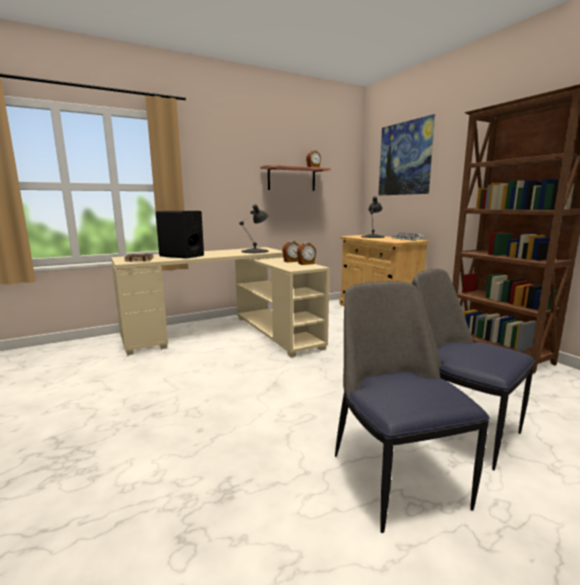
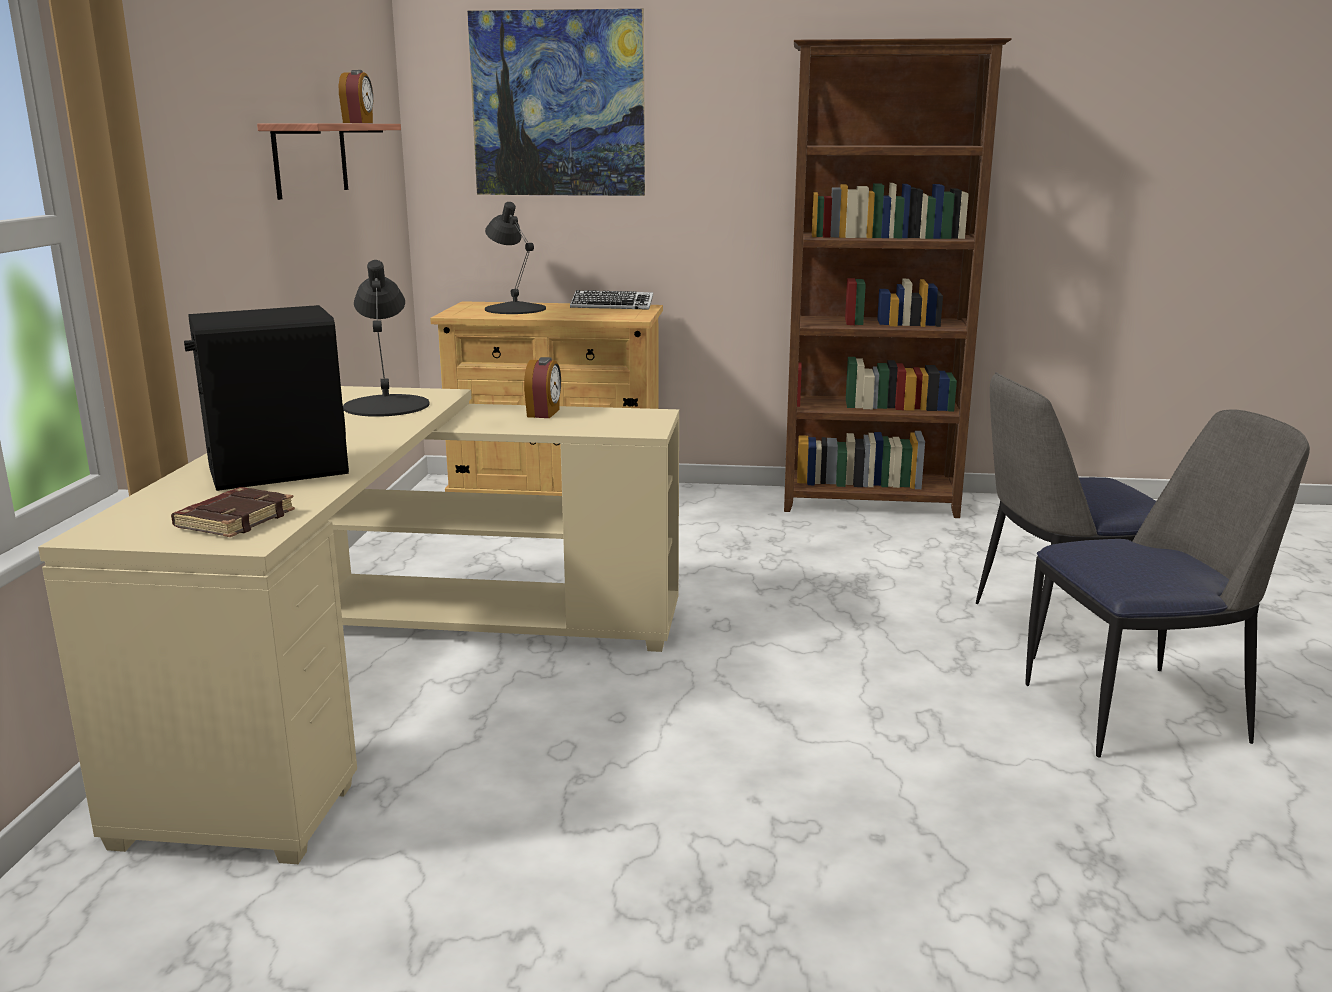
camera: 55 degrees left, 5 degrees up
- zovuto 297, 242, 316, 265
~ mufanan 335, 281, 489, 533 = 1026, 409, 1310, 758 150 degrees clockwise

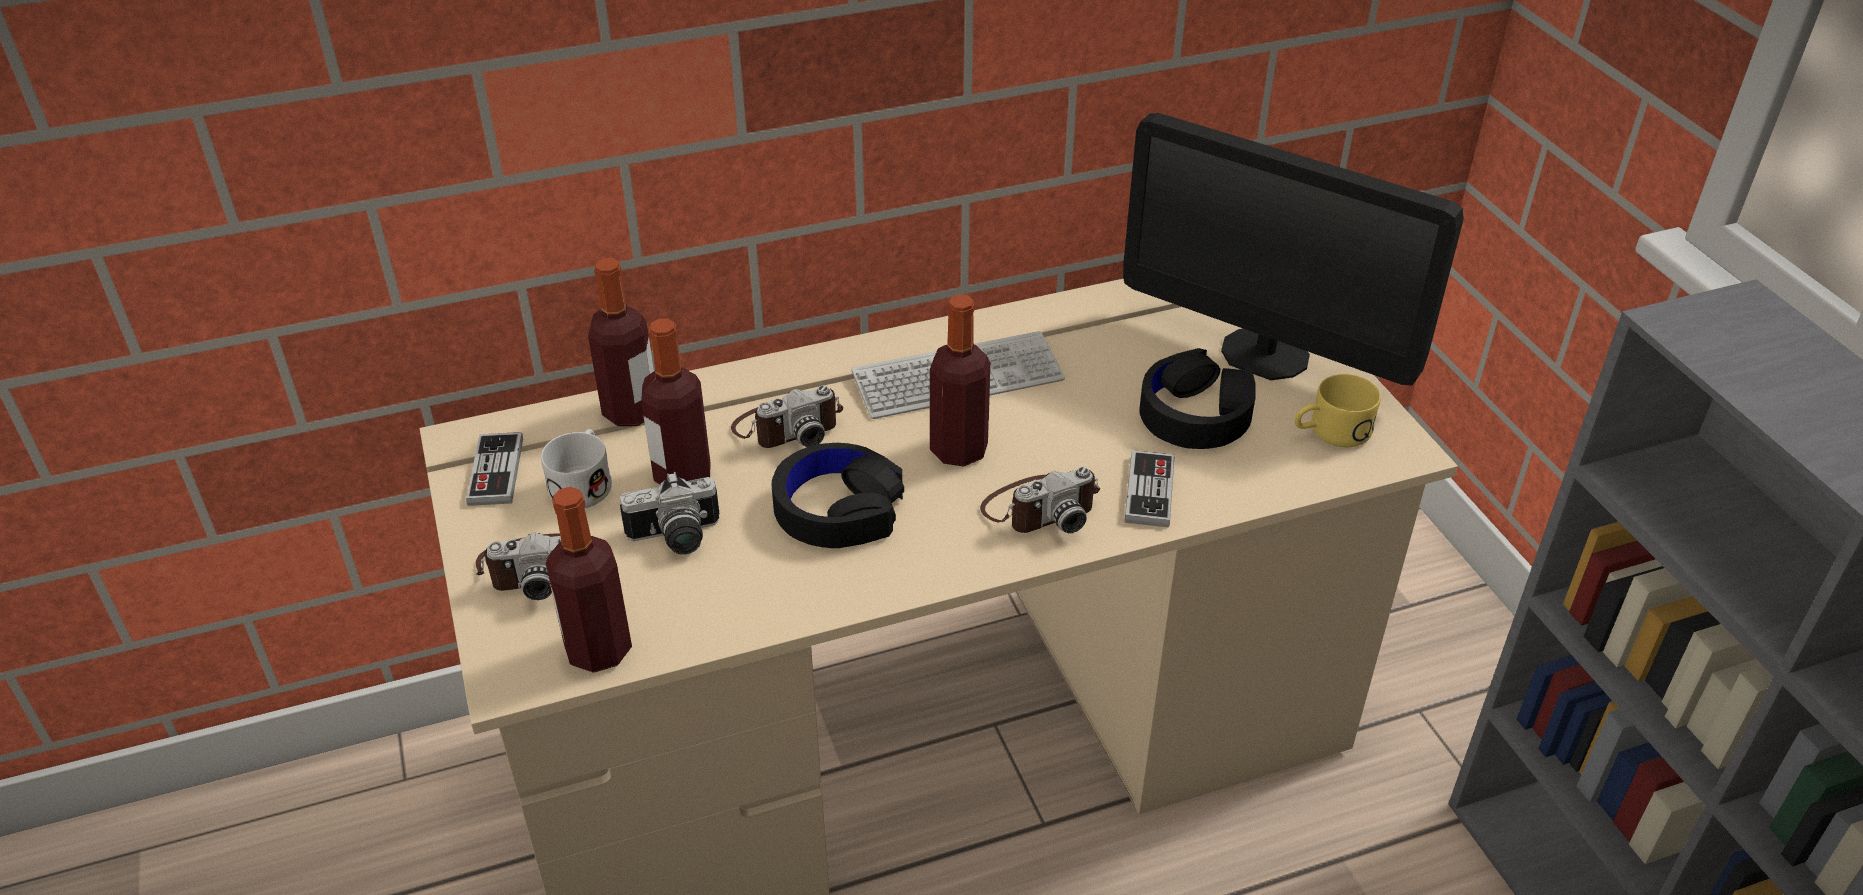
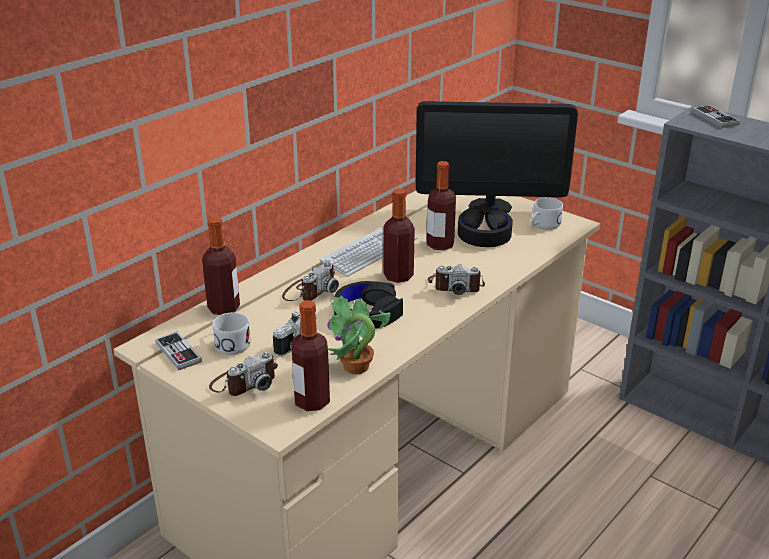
camera: 30 degrees left, 10 degrees down
~ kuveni 641, 318, 711, 485 to 427, 161, 456, 250
~ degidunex 980, 467, 1100, 533 = 428, 264, 485, 295 60 degrees clockwise
~ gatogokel 1125, 450, 1174, 527 to 692, 105, 740, 128
~ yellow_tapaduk 1295, 374, 1381, 447 to white_tapaduk 531, 197, 563, 230
+ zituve 327, 296, 391, 374

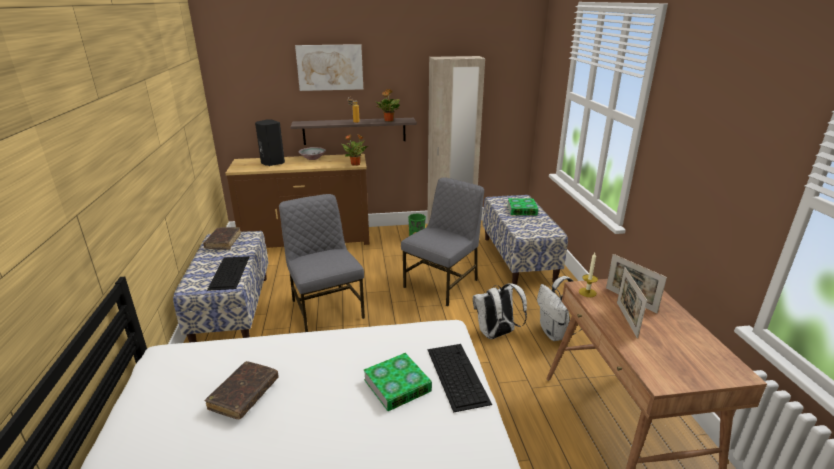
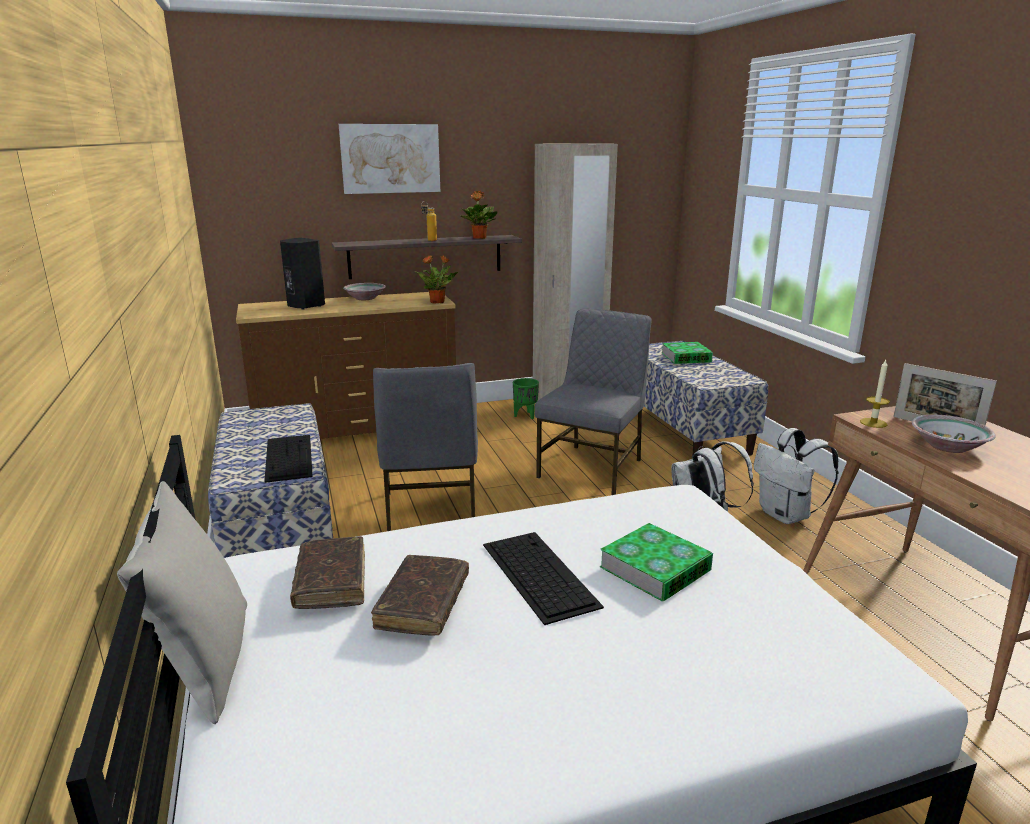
camera: 10 degrees left, 5 degrees down
~ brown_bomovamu 203, 227, 241, 250 to 290, 536, 365, 609
~ grey_mufanan 279, 194, 365, 332 = 373, 363, 478, 531 150 degrees counterclockwise
~ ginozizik 428, 344, 492, 412 to 483, 532, 604, 625
~ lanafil 617, 267, 647, 338 to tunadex 912, 415, 996, 453
+ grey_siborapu 117, 481, 247, 724

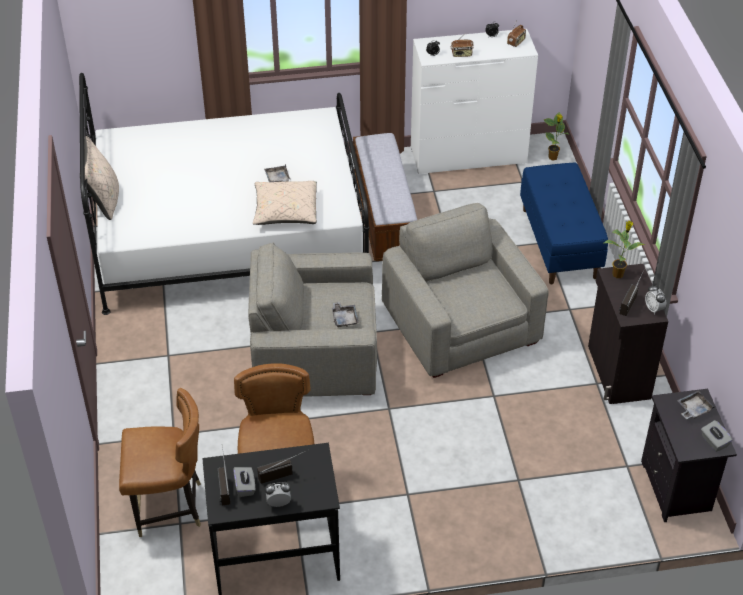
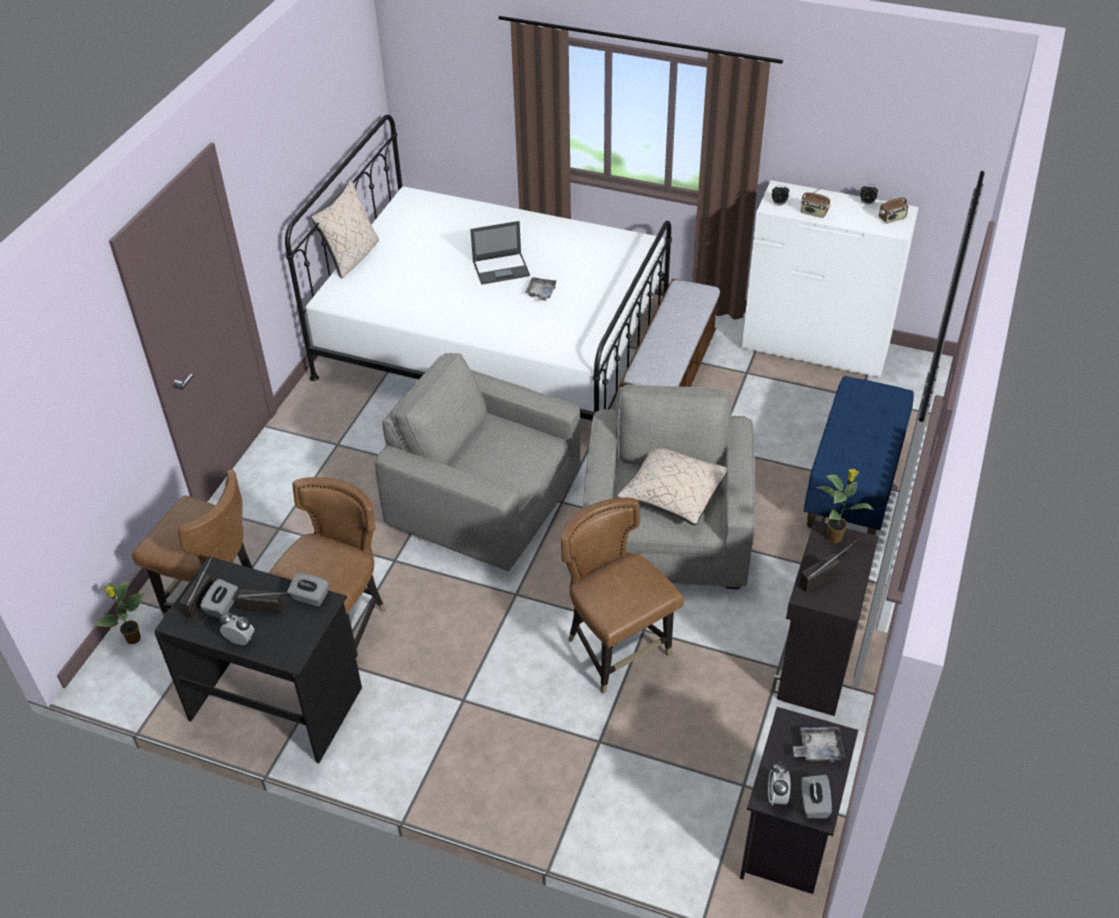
camera: 30 degrees right, 0 degrees up
~ beige_siborapu 253, 181, 317, 225 to 617, 449, 726, 525
- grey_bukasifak 332, 302, 359, 327
~ zituve 543, 112, 569, 161 to 95, 580, 144, 644
~ zovuto 645, 285, 666, 314 to 768, 762, 790, 805
+ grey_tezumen 287, 573, 329, 606
+ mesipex 470, 221, 530, 285
+ brown_mufanan 561, 498, 684, 694

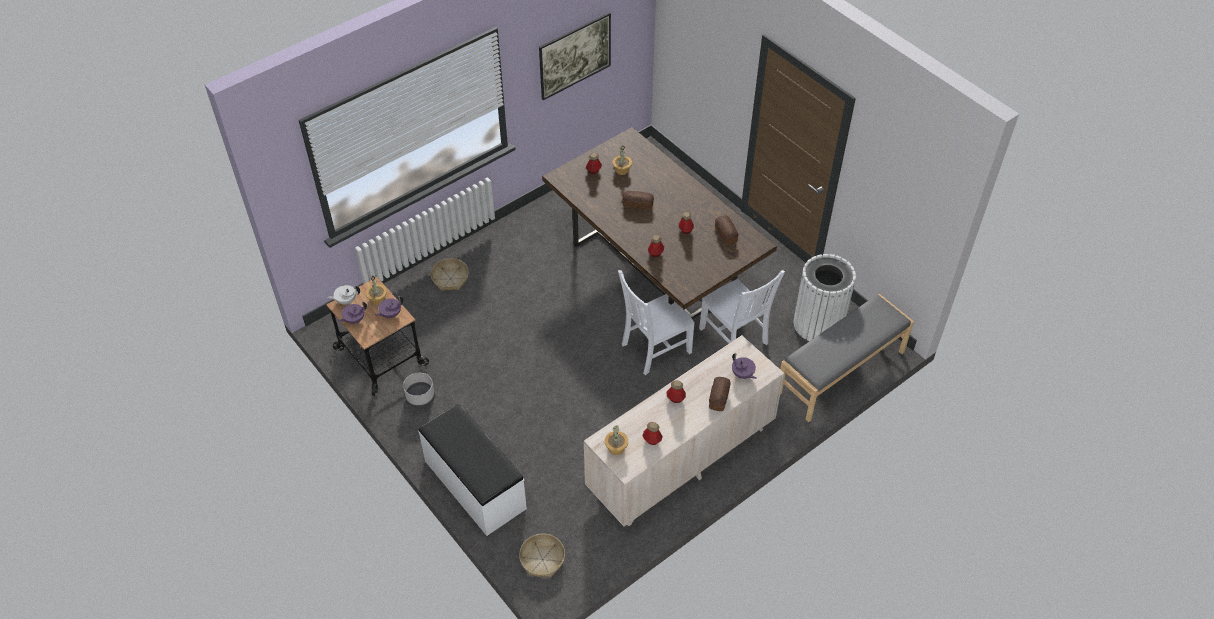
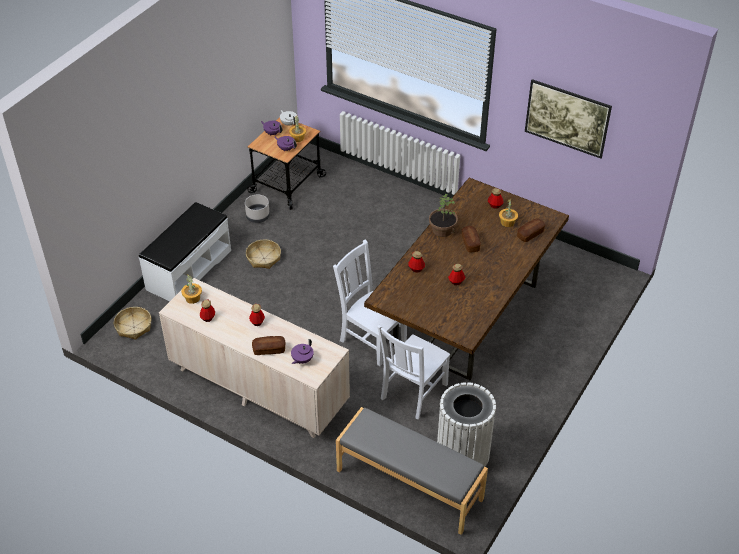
camera: 70 degrees right, 5 degrees down
~ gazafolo 430, 258, 469, 291 to 246, 240, 281, 269
~ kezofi 715, 216, 739, 245 to 517, 218, 545, 242
+ zituve 429, 194, 458, 237

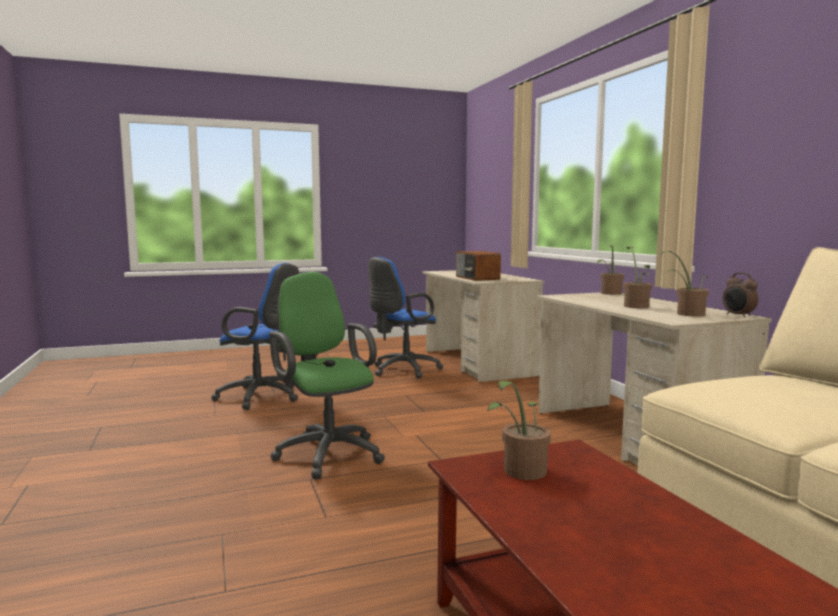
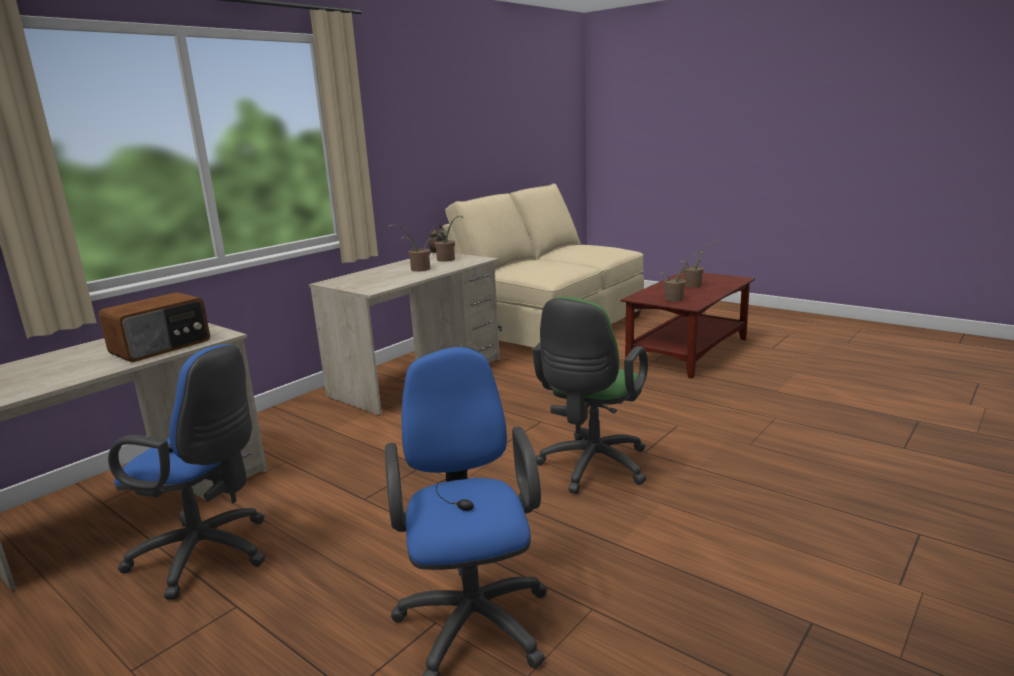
camera: 120 degrees left, 10 degrees up
~ zituve 598, 245, 624, 295 to 680, 240, 721, 287

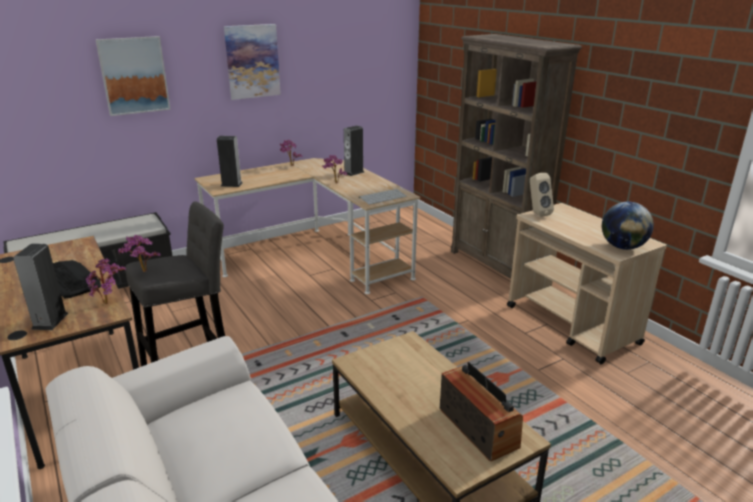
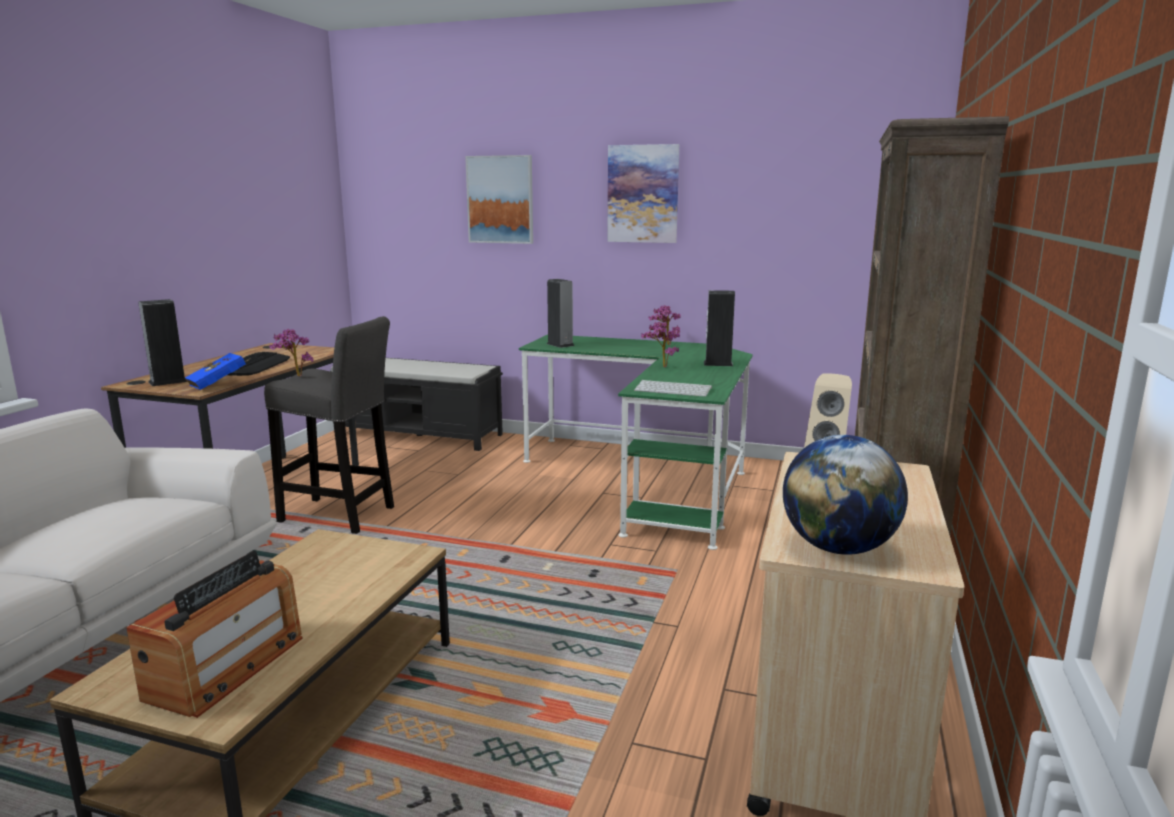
camera: 50 degrees right, 10 degrees down
~ zituve 86, 258, 126, 304 to blue_bomovamu 185, 353, 251, 390
~ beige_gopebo 194, 158, 421, 294 to green_gopebo 519, 334, 753, 550

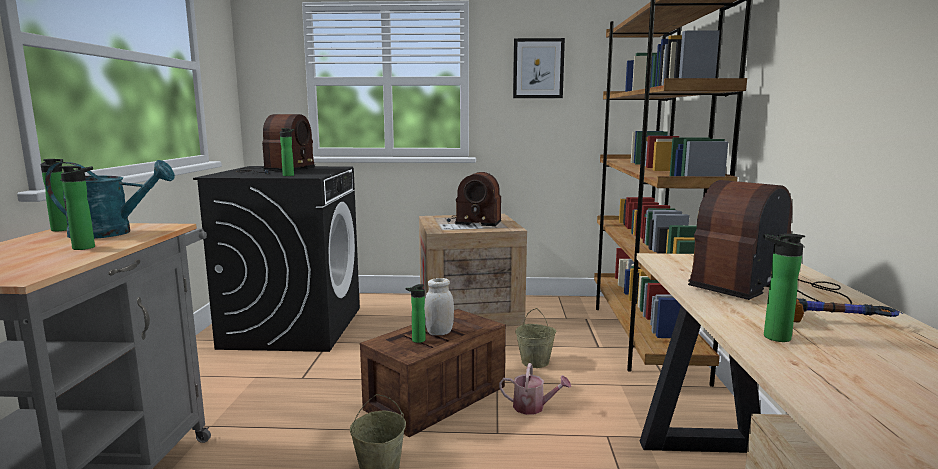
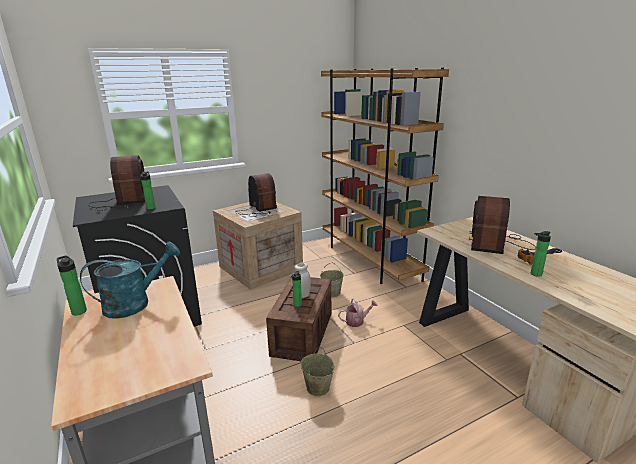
camera: 30 degrees left, 10 degrees up
- kuveni 59, 166, 95, 250
~ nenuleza 447, 172, 501, 226 = 235, 173, 277, 217 105 degrees counterclockwise
- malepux 513, 38, 565, 98

